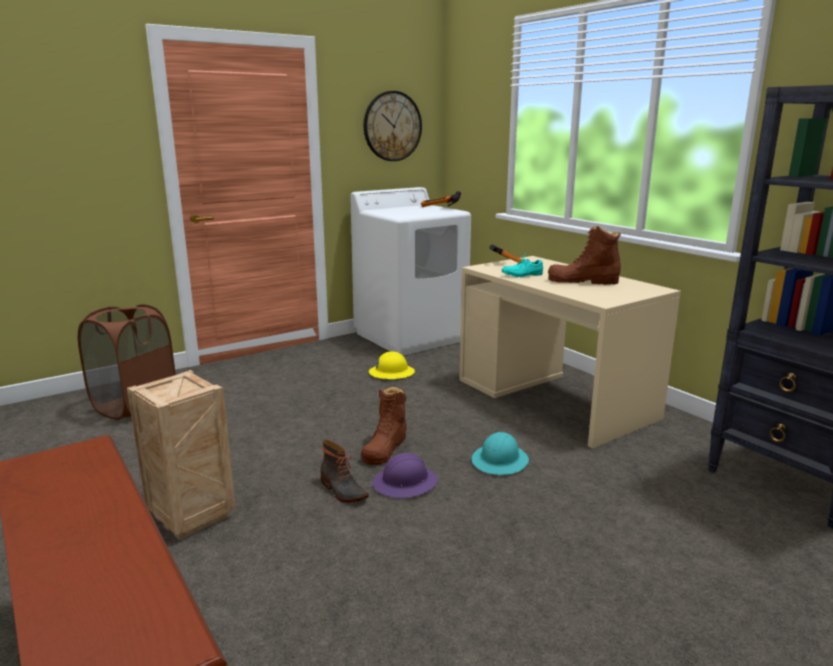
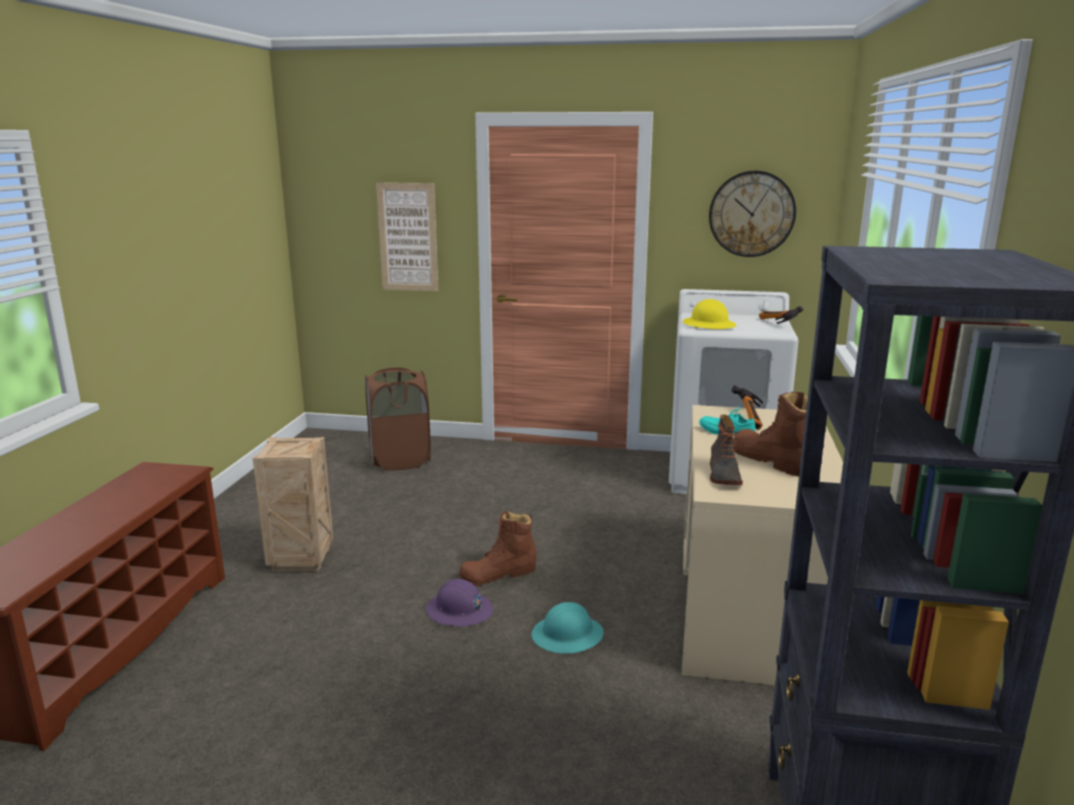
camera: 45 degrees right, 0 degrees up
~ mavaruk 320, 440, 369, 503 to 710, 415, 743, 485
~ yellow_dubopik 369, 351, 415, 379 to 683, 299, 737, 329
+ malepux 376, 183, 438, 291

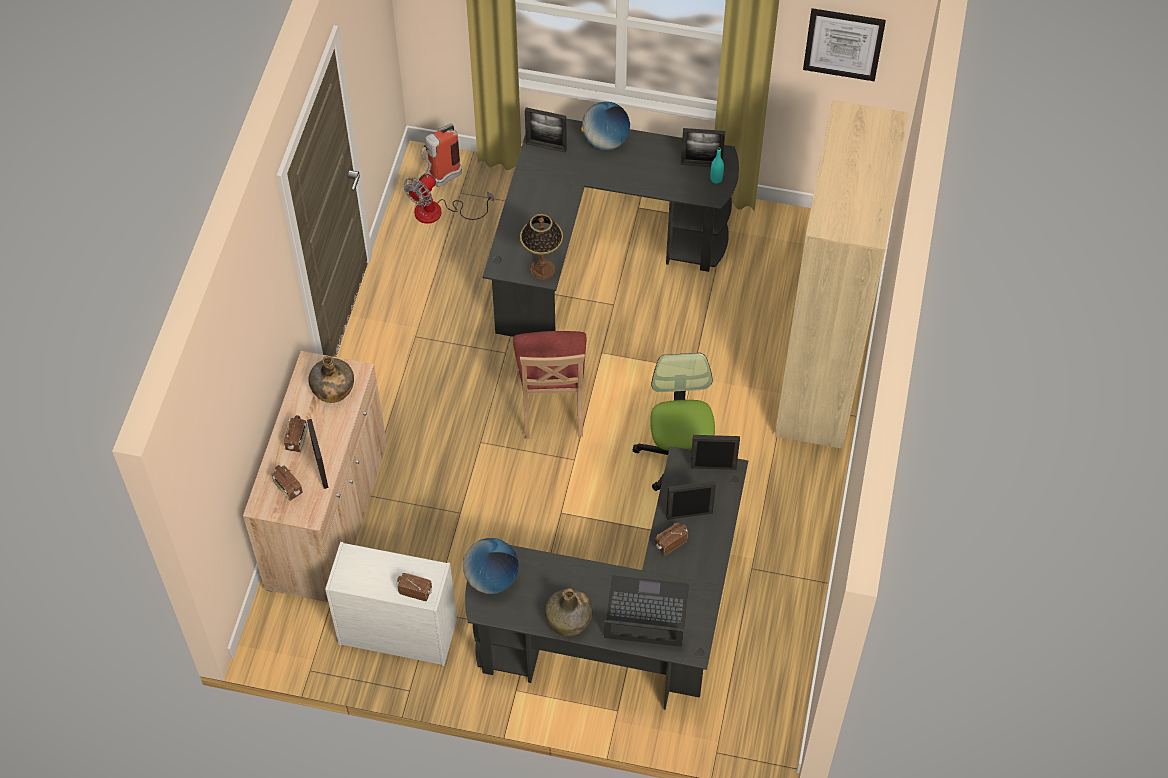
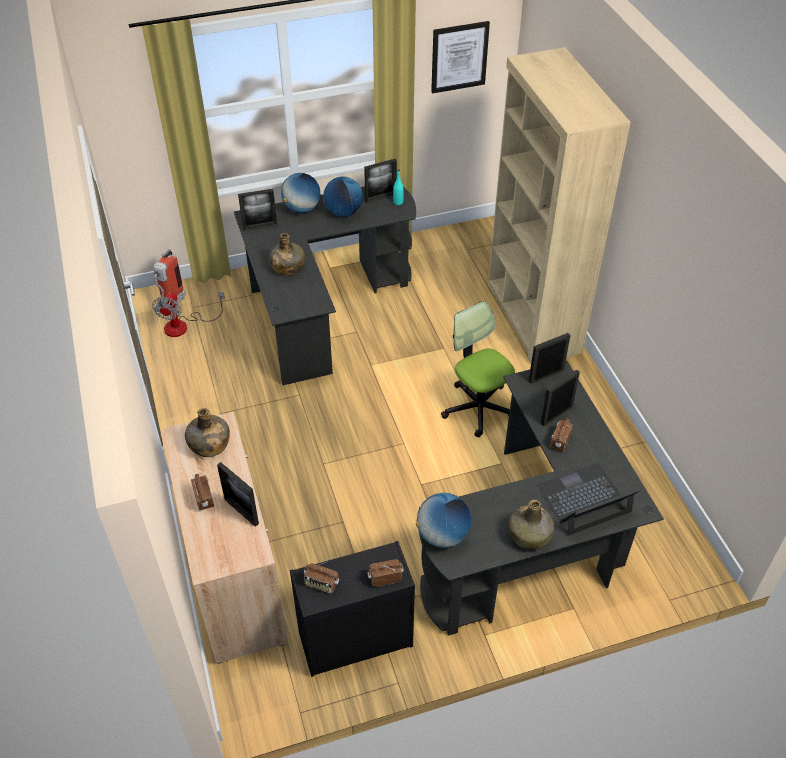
camera: 30 degrees left, 10 degrees down
~ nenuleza 272, 465, 303, 501 to 304, 562, 339, 594
~ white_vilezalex 325, 542, 457, 666 to black_vilezalex 290, 541, 415, 677
- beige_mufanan 513, 331, 586, 439
- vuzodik 520, 214, 563, 280
+ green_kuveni 269, 233, 305, 275
+ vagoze 323, 176, 363, 217

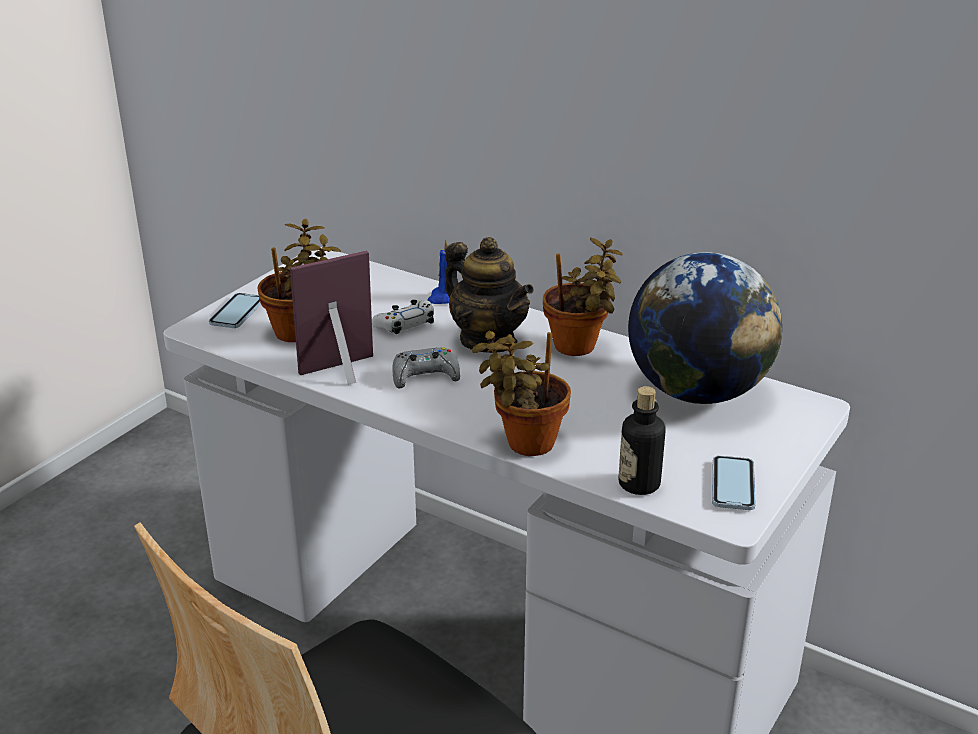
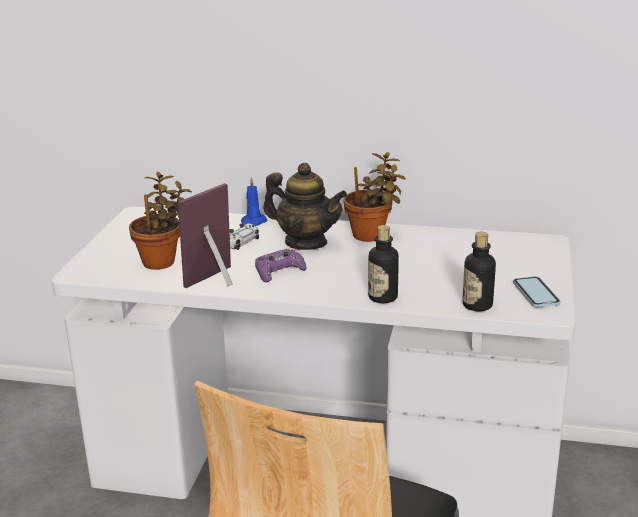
camera: 20 degrees left, 5 degrees down
- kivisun 209, 293, 261, 328
~ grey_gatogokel 392, 347, 460, 388 to purple_gatogokel 255, 249, 307, 282
~ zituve 472, 331, 571, 456 to kuveni 368, 225, 399, 303
- vagoze 628, 252, 782, 404

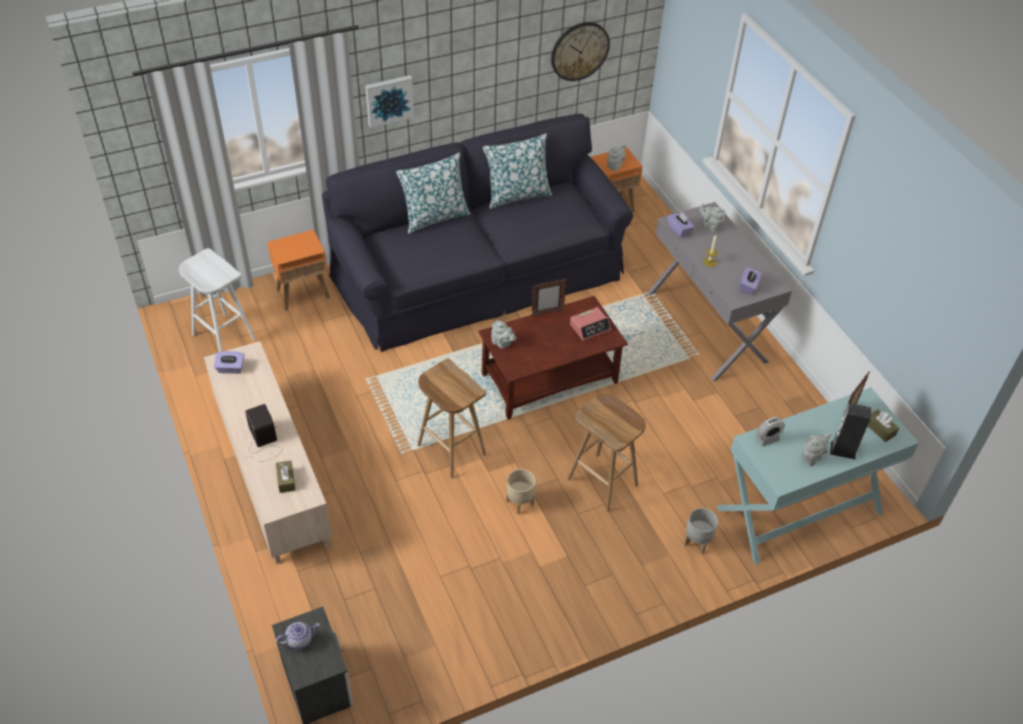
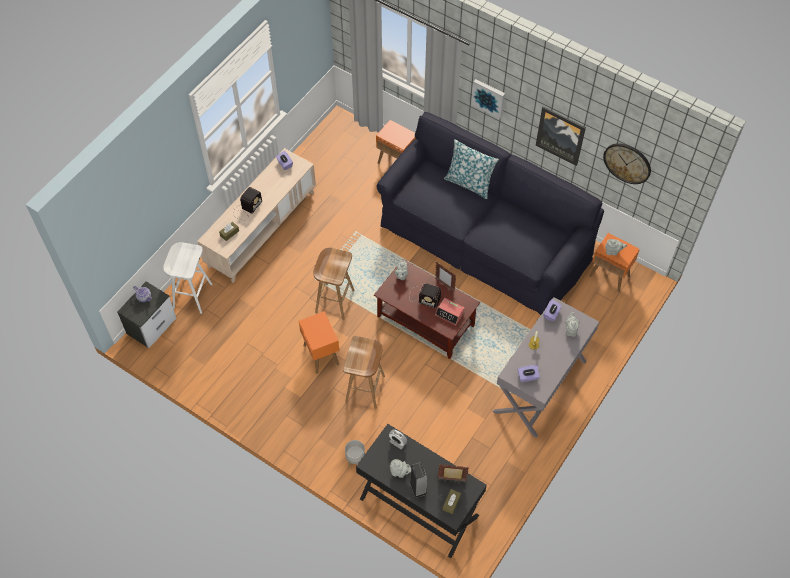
camera: 60 degrees right, 10 degrees up
~ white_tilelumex 179, 248, 256, 352 to 163, 242, 212, 314
- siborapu 483, 133, 552, 209
~ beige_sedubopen 506, 469, 536, 514 to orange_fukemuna 299, 311, 339, 374
~ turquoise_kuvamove 716, 387, 919, 565 to black_kuvamove 356, 424, 487, 558
+ nenuleza 409, 283, 441, 308
+ malepux 536, 107, 586, 166

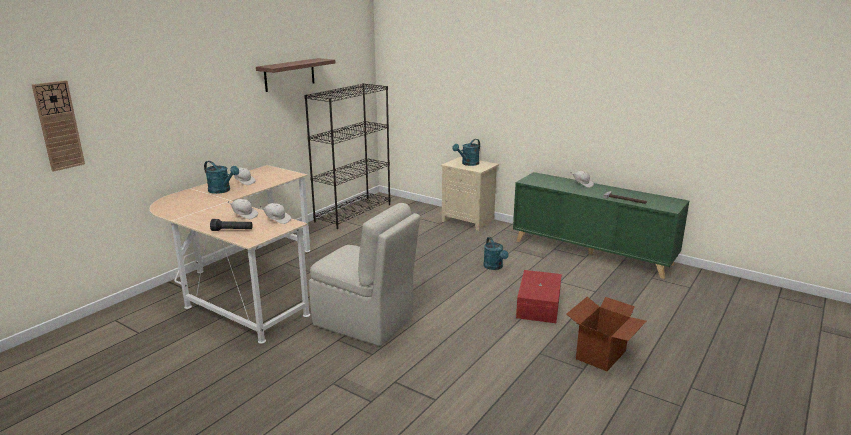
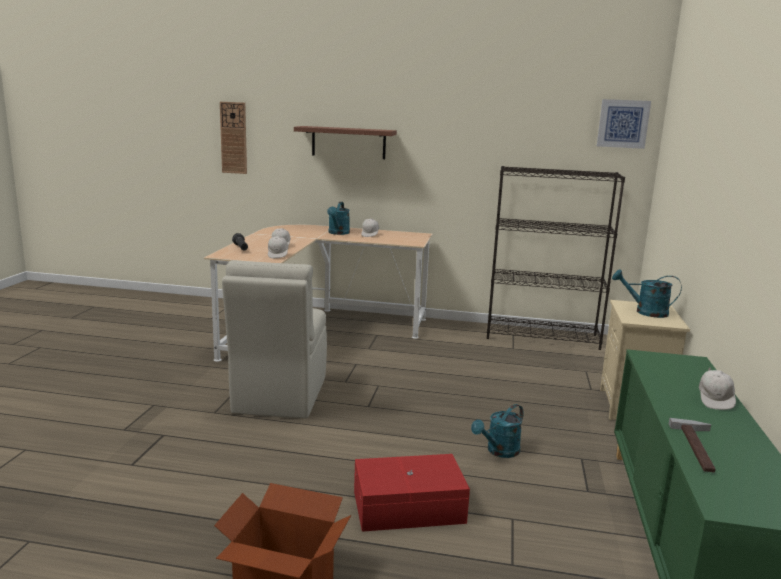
camera: 65 degrees right, 5 degrees down
~ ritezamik 256, 58, 335, 92 to 294, 126, 397, 159
+ malepux 597, 99, 651, 149

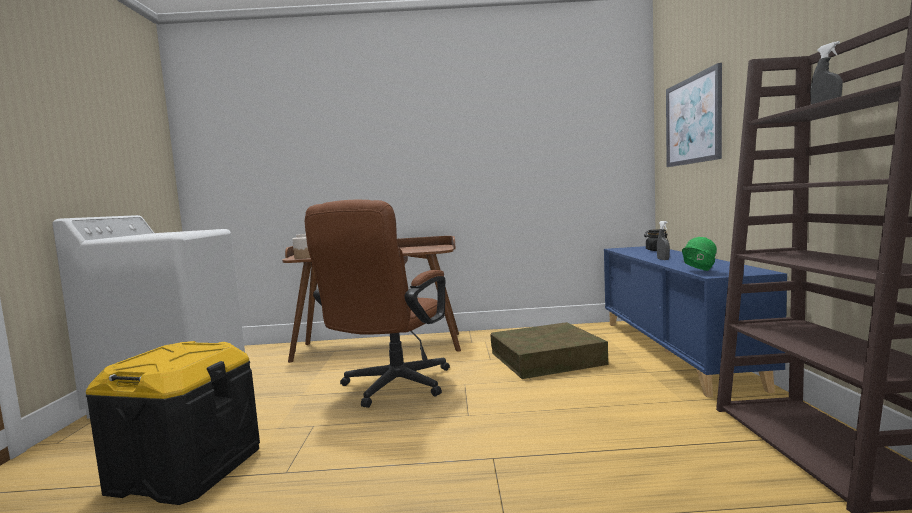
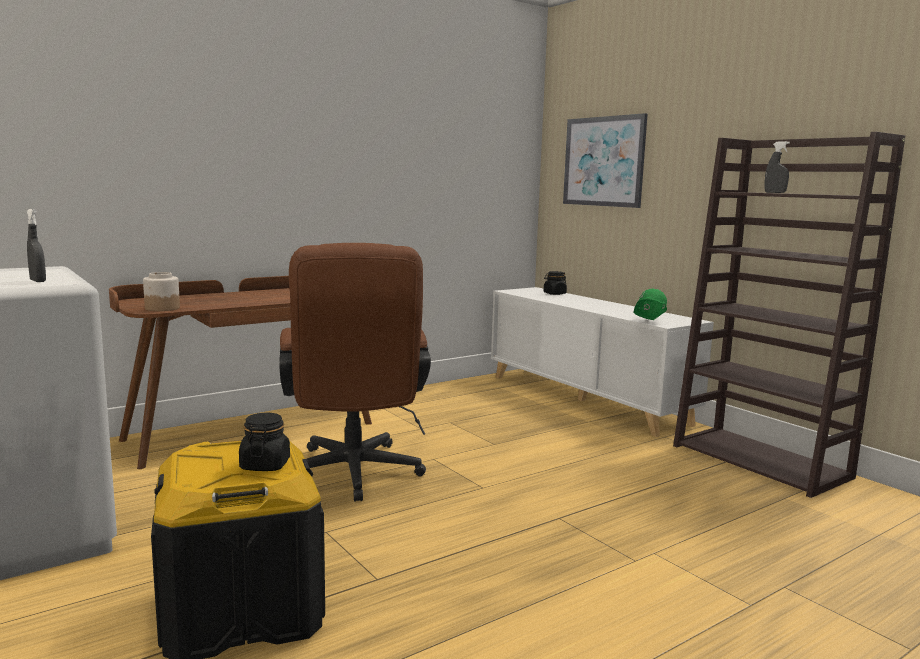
camera: 35 degrees left, 5 degrees up
- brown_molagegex 490, 322, 609, 379
~ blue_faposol 604, 246, 787, 397 to white_faposol 491, 287, 714, 437
~ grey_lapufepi 657, 221, 670, 260 to 27, 209, 46, 282
+ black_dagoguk 239, 413, 290, 471

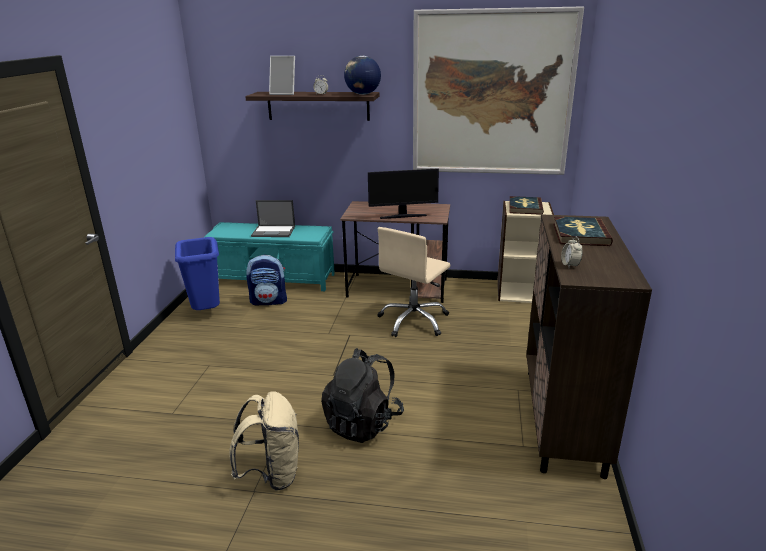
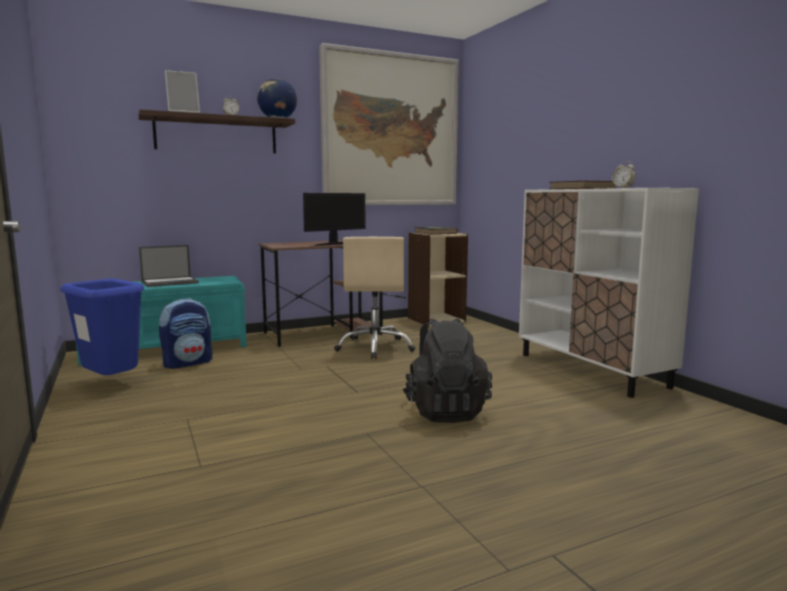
camera: 35 degrees left, 15 degrees down
- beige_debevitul 229, 392, 299, 490
~ brown_faposol 526, 214, 652, 479 to white_faposol 519, 188, 699, 398

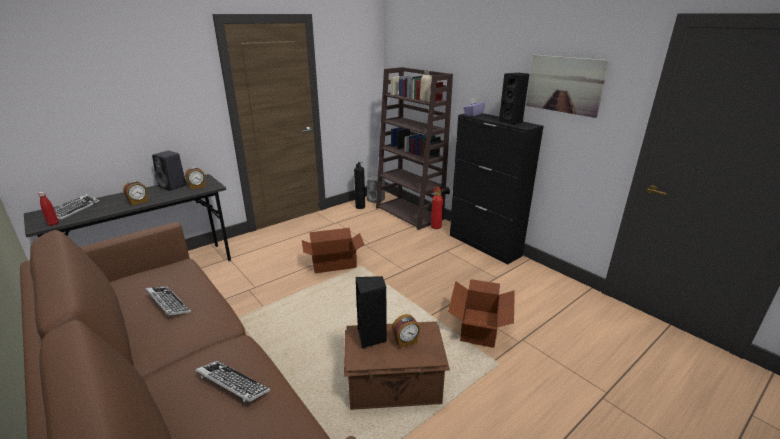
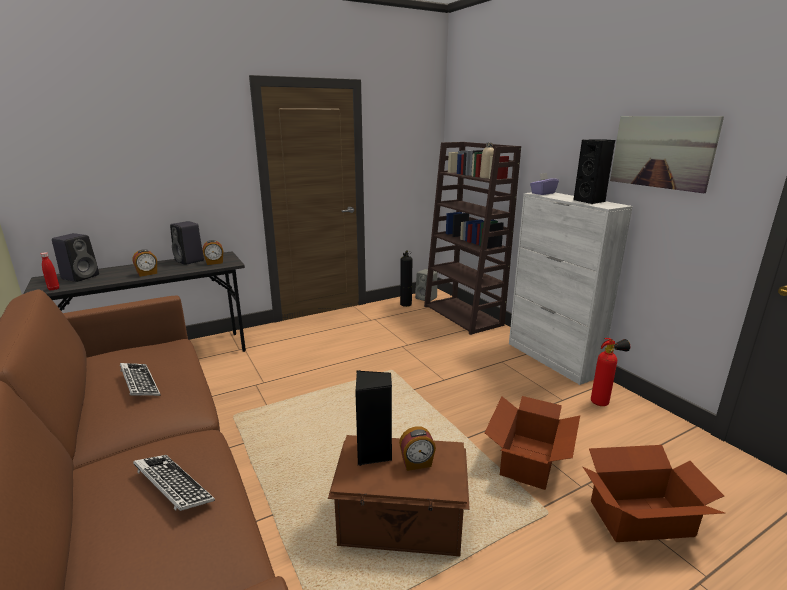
camera: 10 degrees right, 5 degrees down
~ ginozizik 54, 194, 100, 220 to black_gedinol 52, 233, 99, 282
~ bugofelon 302, 228, 365, 273 to 583, 445, 725, 542
~ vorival 431, 186, 450, 229 to 591, 338, 630, 406
~ black_faposol 450, 113, 544, 264 to white_faposol 509, 192, 633, 385

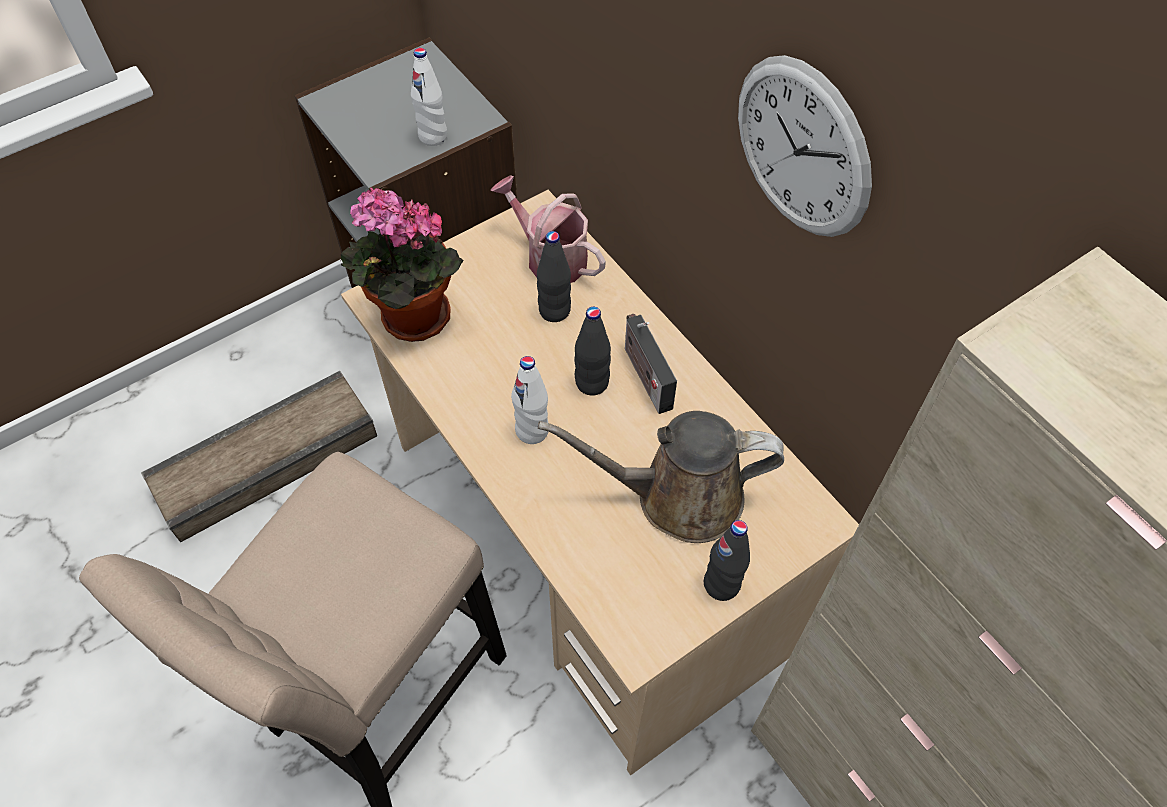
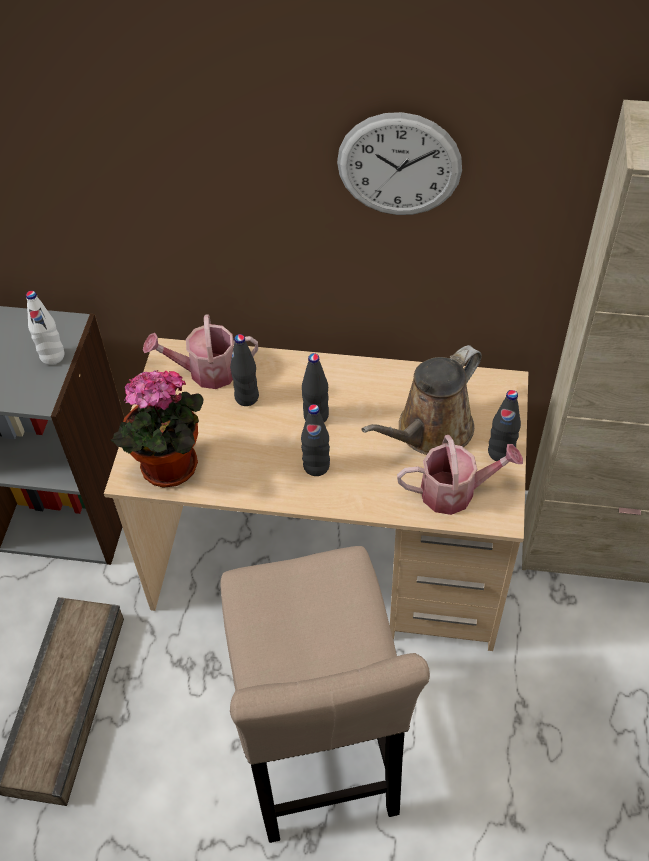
camera: 45 degrees left, 5 degrees down
~ white_kuveni 511, 356, 548, 444 to black_kuveni 301, 404, 330, 476
- nenuleza 625, 314, 677, 414
+ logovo 397, 435, 523, 515

